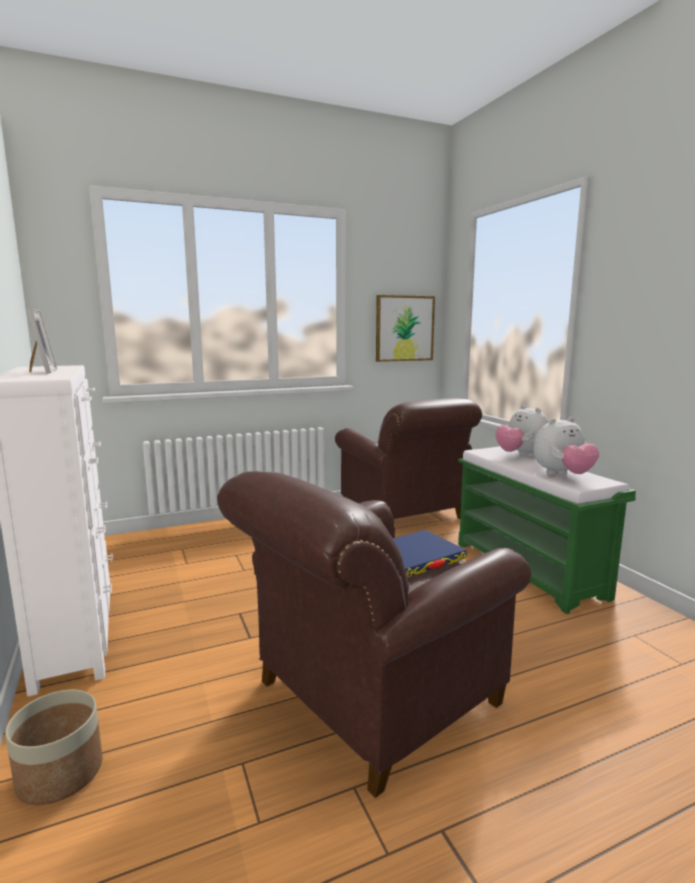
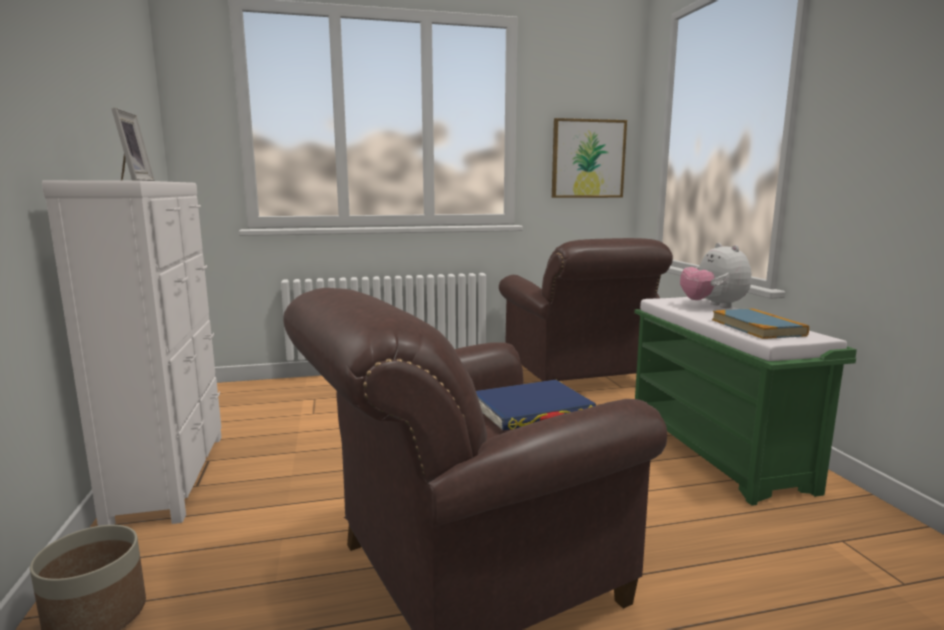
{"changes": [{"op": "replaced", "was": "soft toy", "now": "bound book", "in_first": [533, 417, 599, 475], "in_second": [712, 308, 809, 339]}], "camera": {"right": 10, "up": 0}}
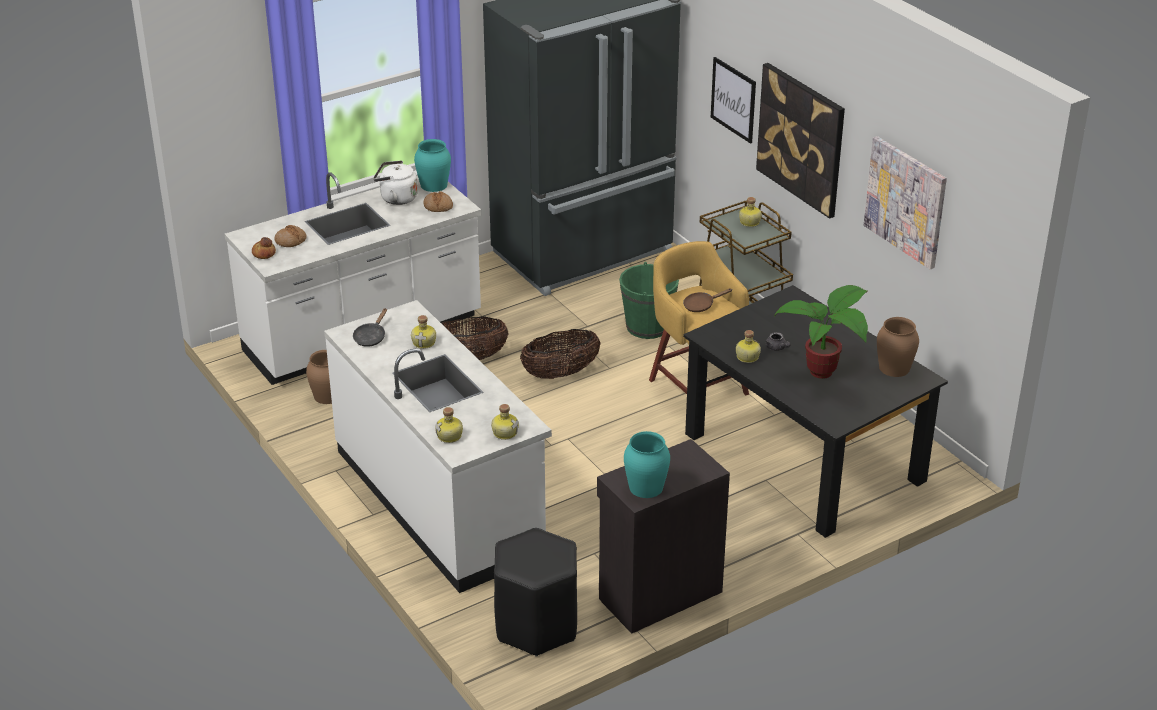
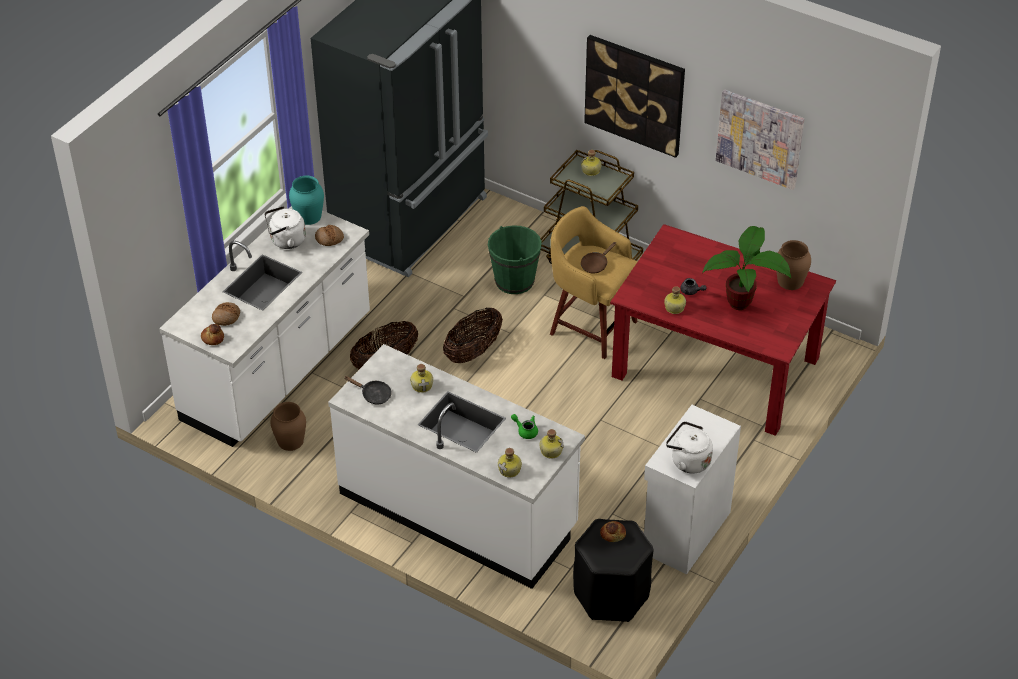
{"changes": [{"op": "turned", "was": "black-coloured skillet", "in_first": [353, 308, 387, 347], "in_second": [345, 376, 392, 404], "clockwise": -60}, {"op": "recoloured", "was": "black-coloured cupboard", "now": "white-coloured cupboard", "in_first": [597, 439, 730, 634], "in_second": [641, 405, 741, 574]}, {"op": "replaced", "was": "turquoise-coloured vase", "now": "white-coloured water kettle", "in_first": [624, 431, 670, 498], "in_second": [666, 421, 713, 474]}, {"op": "recoloured", "was": "black-coloured dinner table", "now": "reddish dinner table", "in_first": [683, 285, 948, 538], "in_second": [610, 224, 836, 436]}, {"op": "removed", "was": "wall art", "in_first": [711, 57, 756, 144]}, {"op": "added", "now": "greenish teapot", "in_second": [511, 414, 538, 439]}, {"op": "added", "now": "bread", "in_second": [600, 521, 626, 542]}], "camera": {"right": -25, "up": 10}}
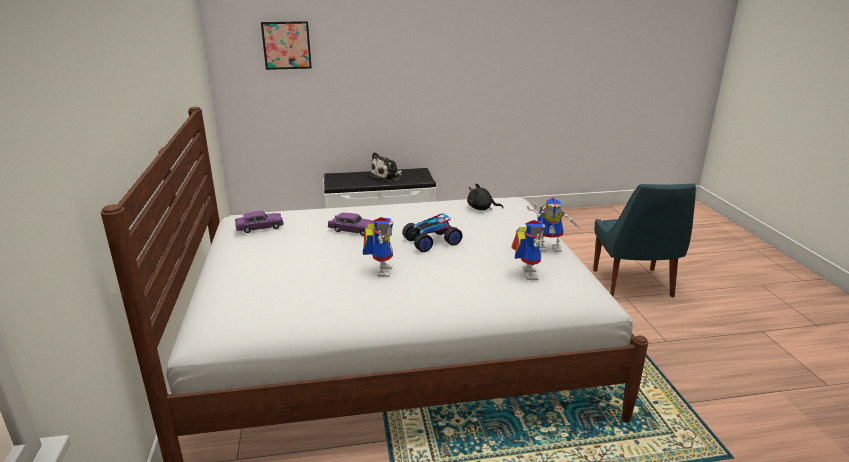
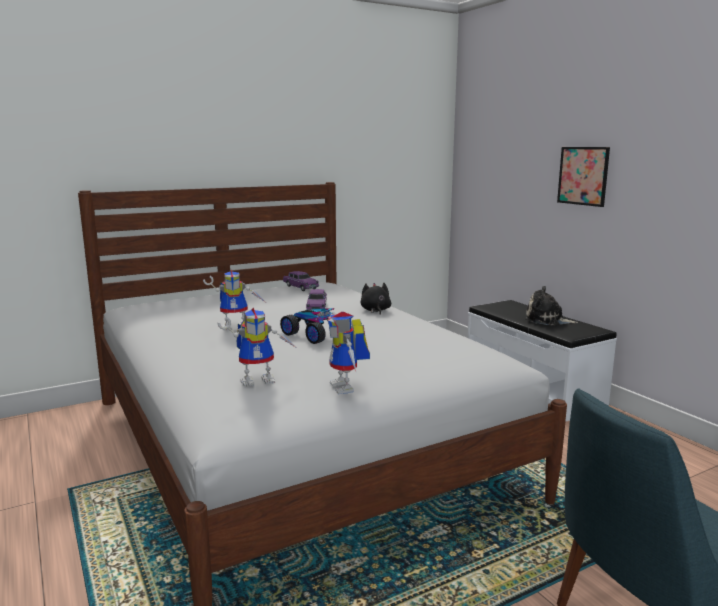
{"changes": [{"op": "moved", "was": "wall art", "in_first": [261, 21, 312, 70], "in_second": [557, 147, 610, 207]}, {"op": "moved", "was": "black-coloured soft toy", "in_first": [467, 183, 504, 210], "in_second": [360, 283, 391, 315]}], "camera": {"right": 70, "up": -10}}
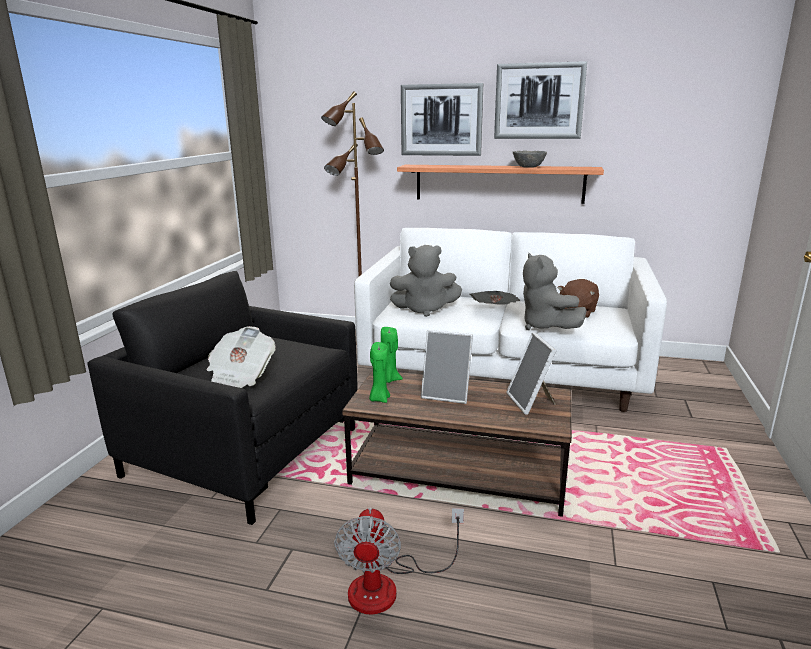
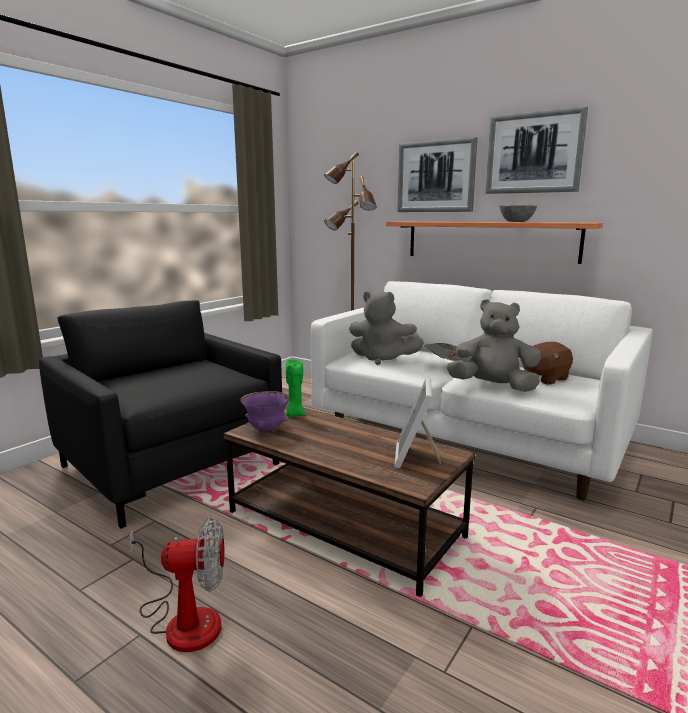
{"changes": [{"op": "removed", "was": "newspaper", "in_first": [207, 326, 276, 388]}, {"op": "turned", "was": "cooling fan", "in_first": [334, 508, 464, 615], "in_second": [129, 518, 225, 652], "clockwise": -120}, {"op": "replaced", "was": "greenish wax candle", "now": "purple bowl", "in_first": [369, 342, 390, 403], "in_second": [240, 391, 290, 431]}, {"op": "removed", "was": "picture frame", "in_first": [421, 330, 473, 404]}, {"op": "turned", "was": "greyish soft toy", "in_first": [523, 253, 587, 330], "in_second": [447, 299, 541, 392], "clockwise": 105}], "camera": {"right": 20, "up": -5}}
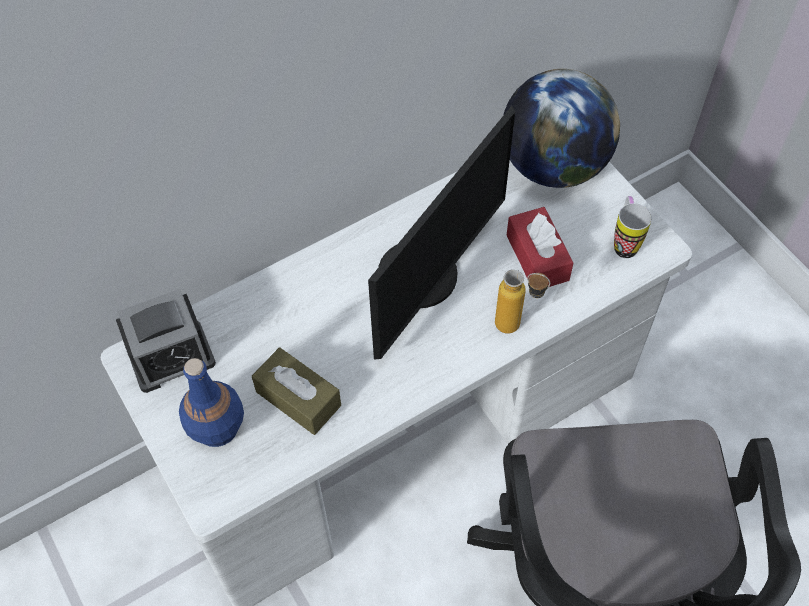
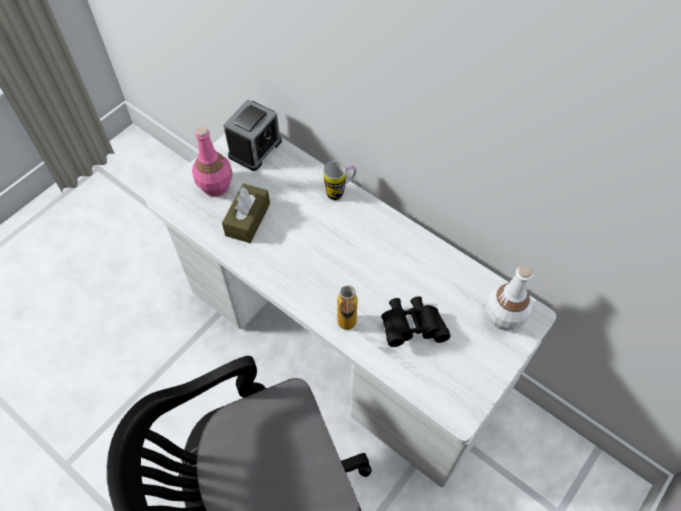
{"changes": [{"op": "turned", "was": "bedside clock", "in_first": [116, 289, 216, 393], "in_second": [223, 99, 282, 171], "clockwise": -105}, {"op": "recoloured", "was": "bluish bottle", "now": "pinkish bottle", "in_first": [179, 358, 244, 447], "in_second": [192, 127, 233, 197]}, {"op": "removed", "was": "monitor", "in_first": [368, 106, 515, 360]}, {"op": "replaced", "was": "desk globe", "now": "white-coloured bottle", "in_first": [504, 69, 620, 188], "in_second": [486, 265, 533, 330]}, {"op": "replaced", "was": "reddish tissue box", "now": "black-coloured field glasses", "in_first": [507, 207, 573, 287], "in_second": [381, 296, 450, 347]}, {"op": "moved", "was": "tea mug", "in_first": [614, 196, 652, 258], "in_second": [323, 161, 356, 200]}], "camera": {"right": 70, "up": 0}}
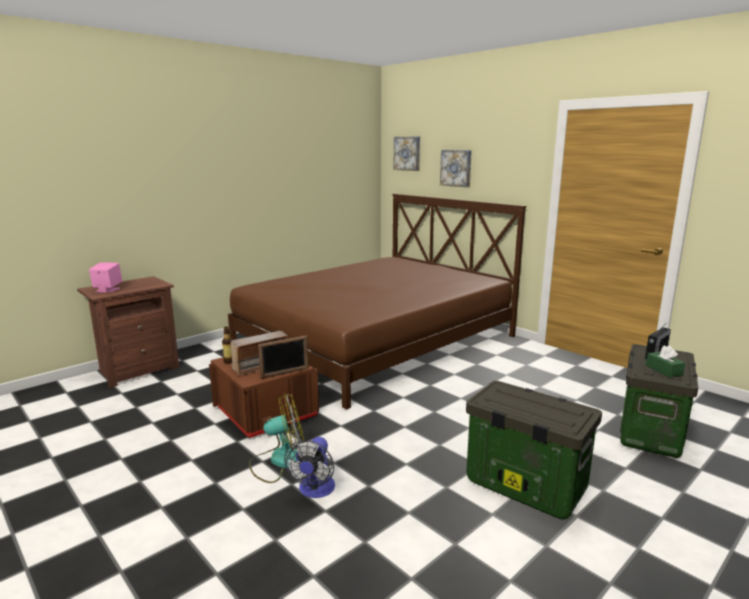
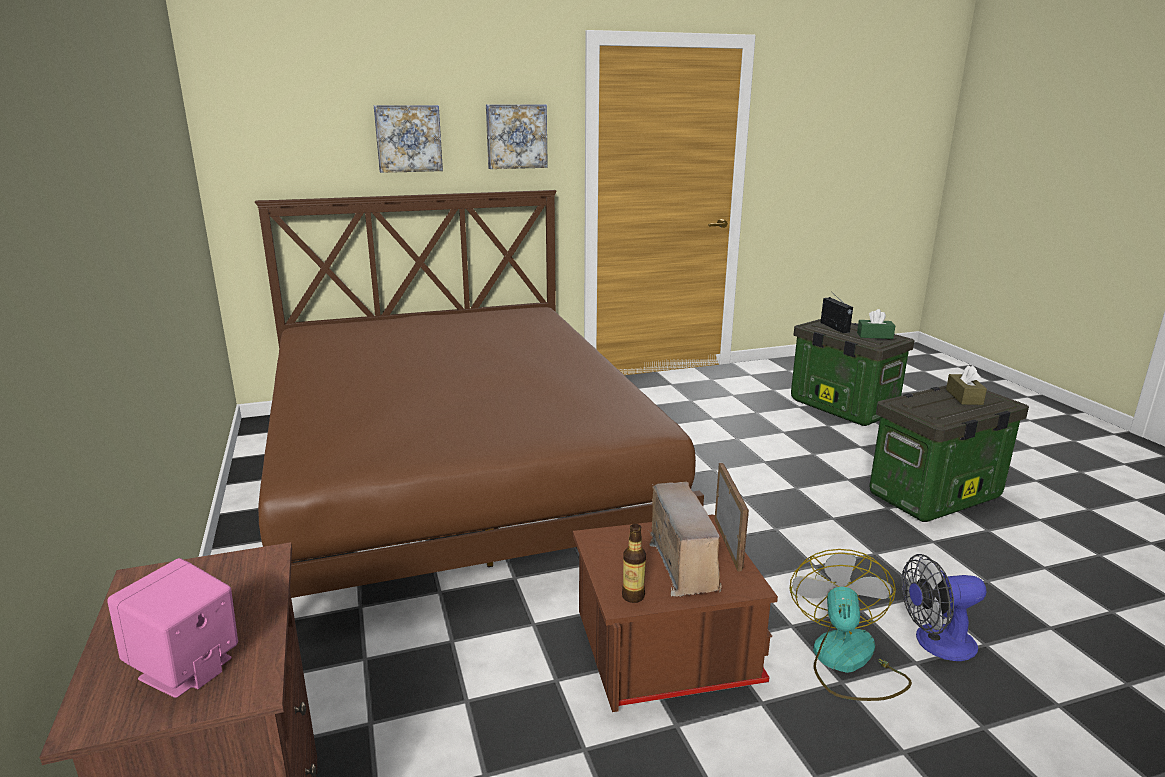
{"changes": [{"op": "turned", "was": "cooling fan", "in_first": [284, 437, 335, 498], "in_second": [901, 554, 986, 661], "clockwise": 135}, {"op": "moved", "was": "wall art", "in_first": [394, 136, 420, 171], "in_second": [486, 104, 548, 169]}, {"op": "added", "now": "brown tissue box", "in_second": [946, 365, 987, 405]}], "camera": {"right": -65, "up": 5}}
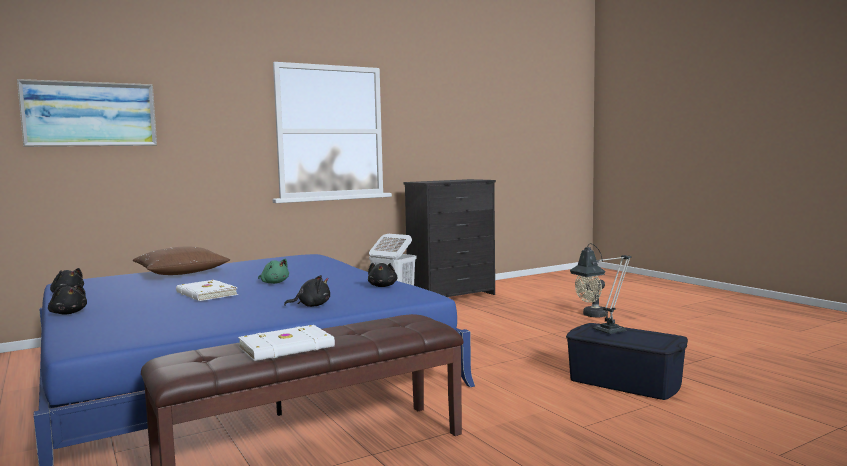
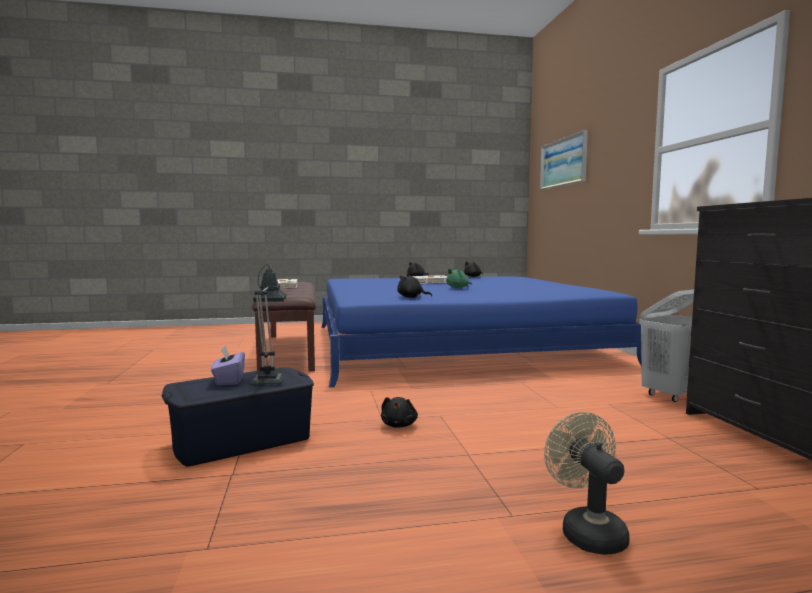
{"changes": [{"op": "removed", "was": "brown throw pillow", "in_first": [133, 246, 230, 275]}, {"op": "moved", "was": "black-coloured soft toy", "in_first": [284, 275, 330, 307], "in_second": [381, 397, 418, 428]}, {"op": "added", "now": "purple tissue box", "in_second": [211, 345, 245, 385]}], "camera": {"right": 110, "up": 0}}
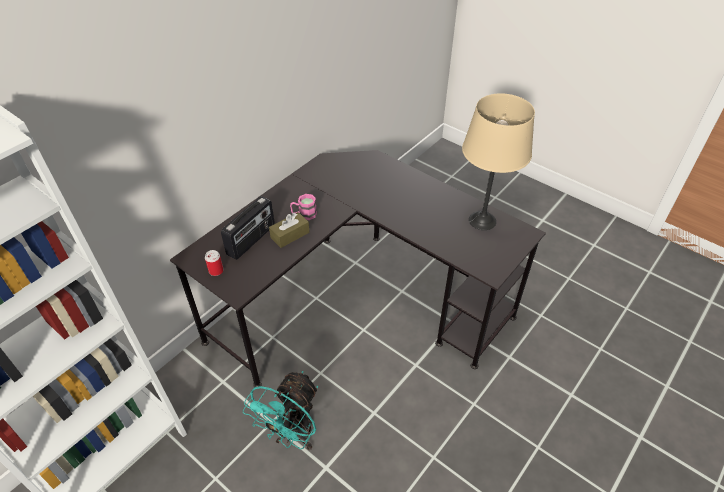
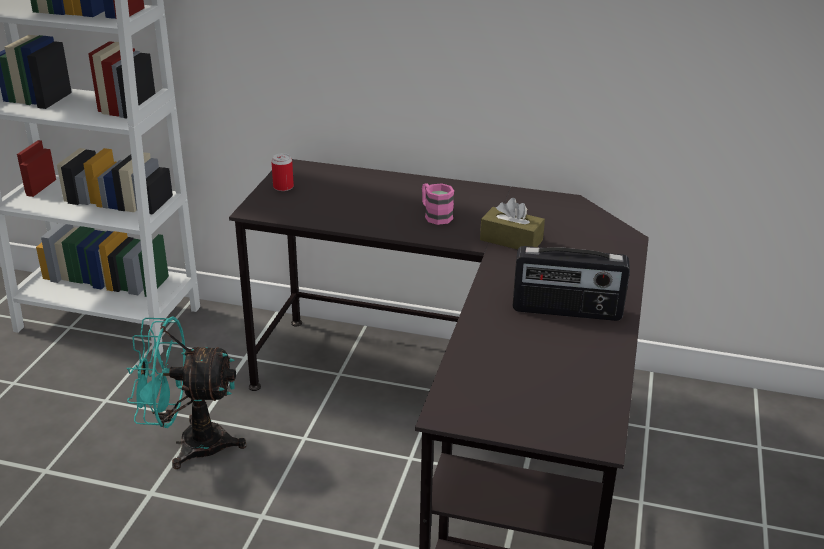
{"changes": [{"op": "moved", "was": "radio set", "in_first": [221, 196, 275, 260], "in_second": [513, 246, 630, 321]}, {"op": "moved", "was": "brown tissue box", "in_first": [269, 212, 310, 248], "in_second": [480, 198, 545, 250]}, {"op": "removed", "was": "beige-coloured lamp for a table", "in_first": [462, 93, 535, 230]}], "camera": {"right": 65, "up": -15}}
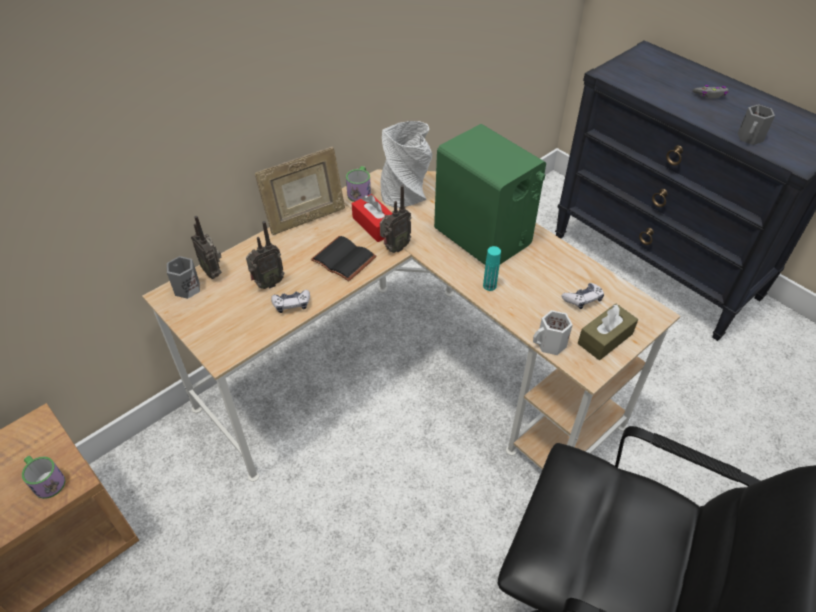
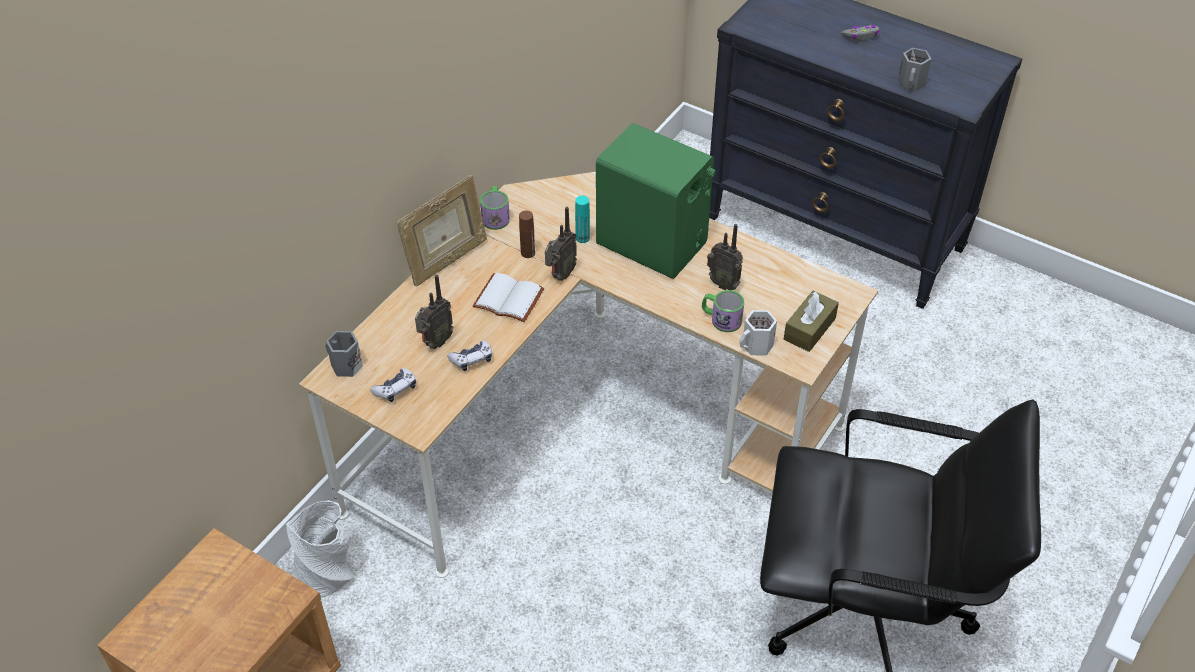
{"changes": [{"op": "moved", "was": "tea mug", "in_first": [22, 456, 65, 499], "in_second": [702, 290, 744, 332]}, {"op": "moved", "was": "radio set", "in_first": [191, 216, 222, 279], "in_second": [707, 224, 743, 290]}, {"op": "recoloured", "was": "black-coloured bound book", "now": "white-coloured bound book", "in_first": [311, 236, 377, 282], "in_second": [473, 273, 544, 322]}, {"op": "replaced", "was": "reddish tissue box", "now": "brown bottle", "in_first": [352, 194, 393, 242], "in_second": [519, 211, 535, 258]}, {"op": "moved", "was": "greyish vase", "in_first": [381, 121, 432, 208], "in_second": [286, 500, 355, 598]}, {"op": "moved", "was": "turquoise-coloured bottle", "in_first": [483, 246, 501, 291], "in_second": [575, 196, 590, 243]}, {"op": "moved", "was": "gamepad", "in_first": [561, 283, 604, 309], "in_second": [370, 368, 416, 402]}], "camera": {"right": -15, "up": 0}}
